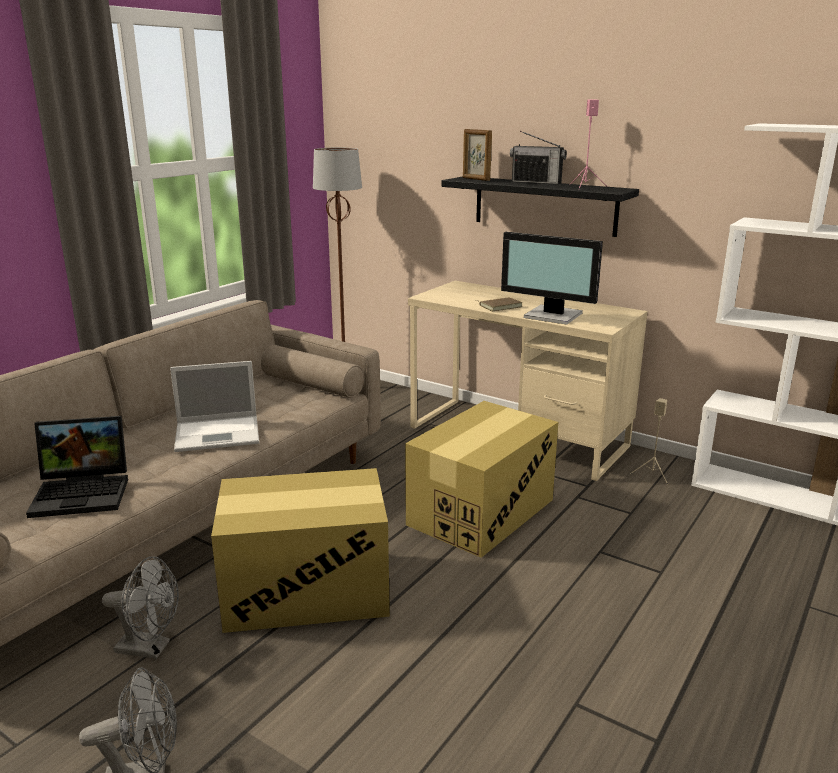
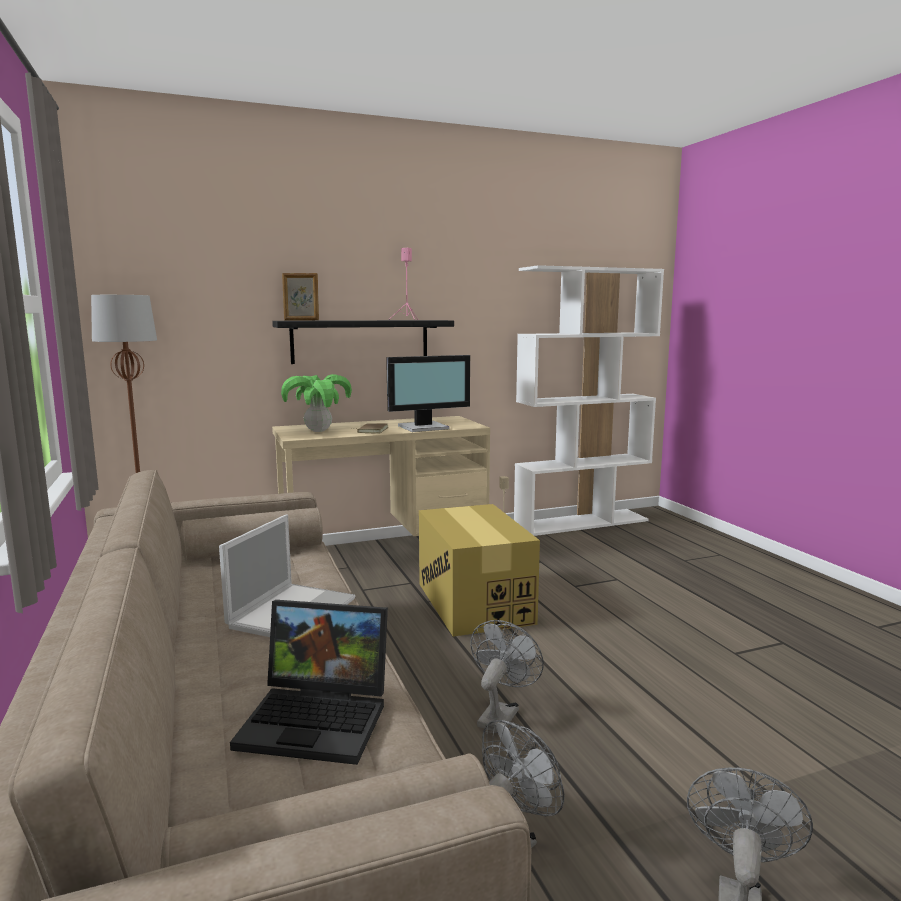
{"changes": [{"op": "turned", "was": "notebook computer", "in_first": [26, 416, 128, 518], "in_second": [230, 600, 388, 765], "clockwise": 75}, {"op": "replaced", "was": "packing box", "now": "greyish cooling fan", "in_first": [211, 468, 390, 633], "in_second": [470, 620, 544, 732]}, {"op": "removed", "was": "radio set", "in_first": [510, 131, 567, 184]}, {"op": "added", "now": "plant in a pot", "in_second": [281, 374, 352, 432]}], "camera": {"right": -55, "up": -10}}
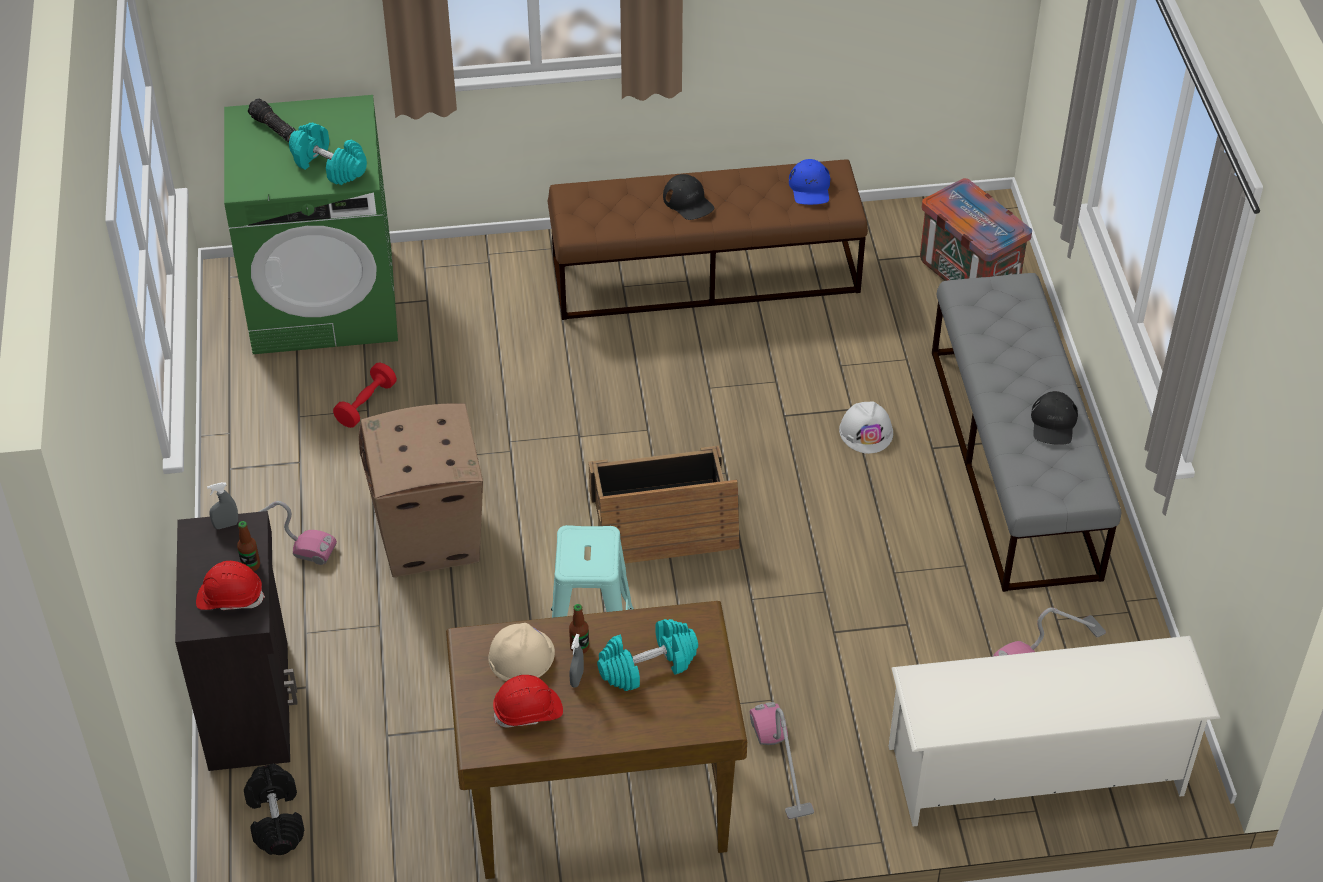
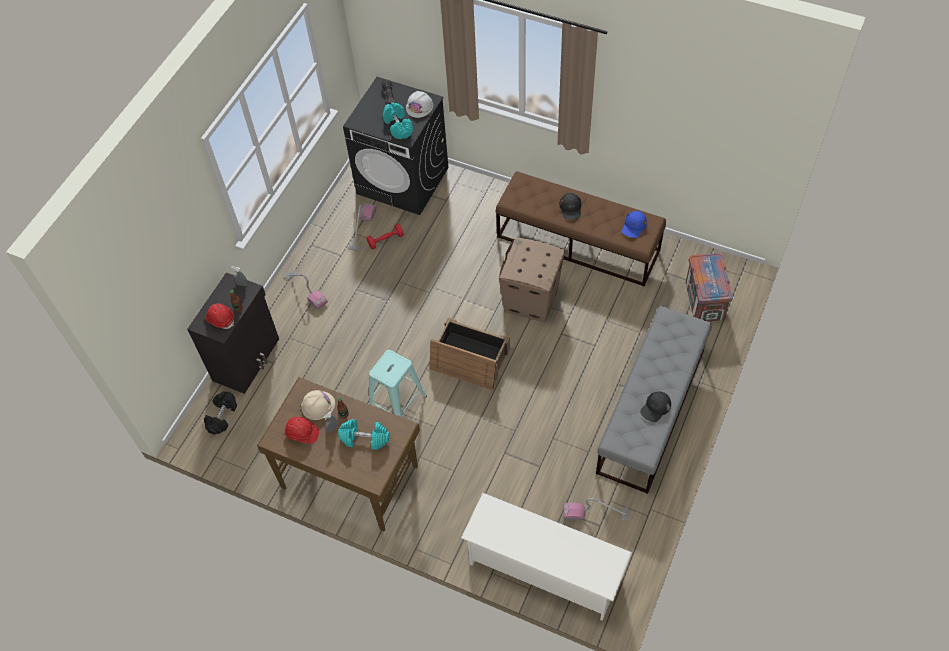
{"changes": [{"op": "recoloured", "was": "greenish laundry appliance", "now": "black-coloured laundry appliance", "in_first": [224, 95, 398, 354], "in_second": [343, 77, 448, 215]}, {"op": "moved", "was": "packing box", "in_first": [359, 403, 483, 577], "in_second": [499, 237, 565, 322]}, {"op": "moved", "was": "vacuum", "in_first": [750, 702, 814, 819], "in_second": [348, 203, 376, 251]}, {"op": "moved", "was": "white-coloured safety helmet", "in_first": [839, 401, 893, 454], "in_second": [406, 91, 433, 118]}], "camera": {"right": 35, "up": 10}}
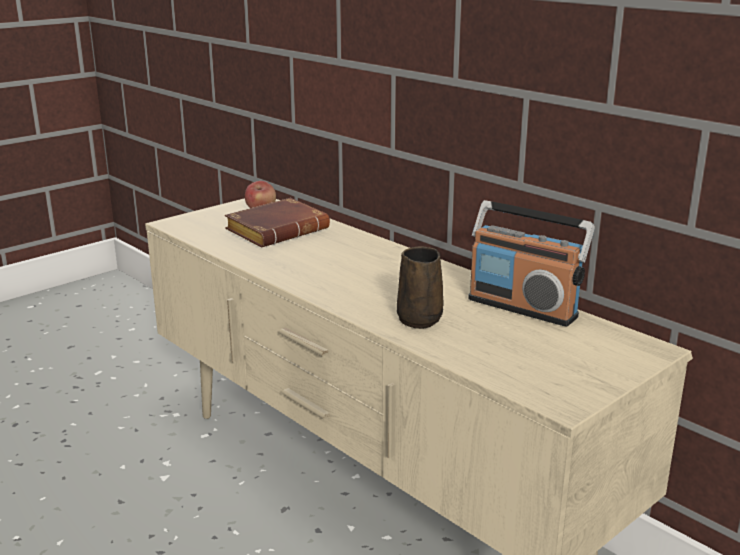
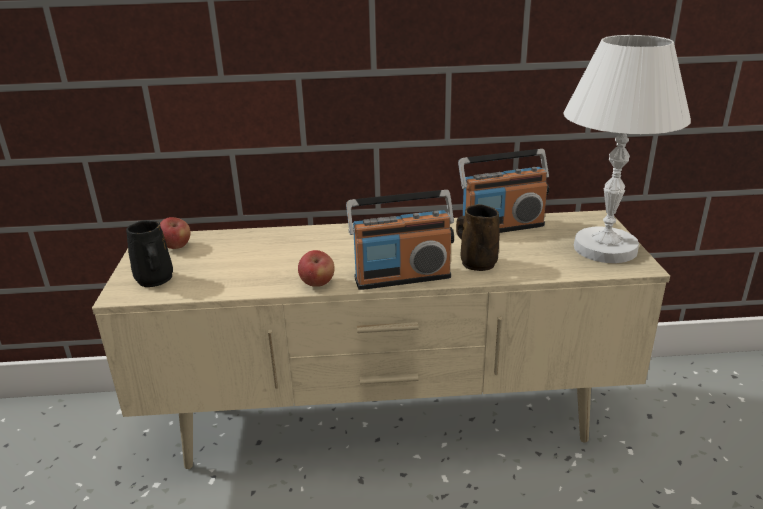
{"changes": [{"op": "removed", "was": "brown bound book", "in_first": [225, 198, 330, 247]}, {"op": "added", "now": "black-coloured tea mug", "in_second": [126, 220, 173, 287]}, {"op": "added", "now": "apple fruit", "in_second": [298, 250, 335, 287]}, {"op": "added", "now": "radio set", "in_second": [346, 190, 454, 290]}, {"op": "added", "now": "white-coloured lamp for a table", "in_second": [563, 35, 691, 263]}], "camera": {"right": -50, "up": 5}}
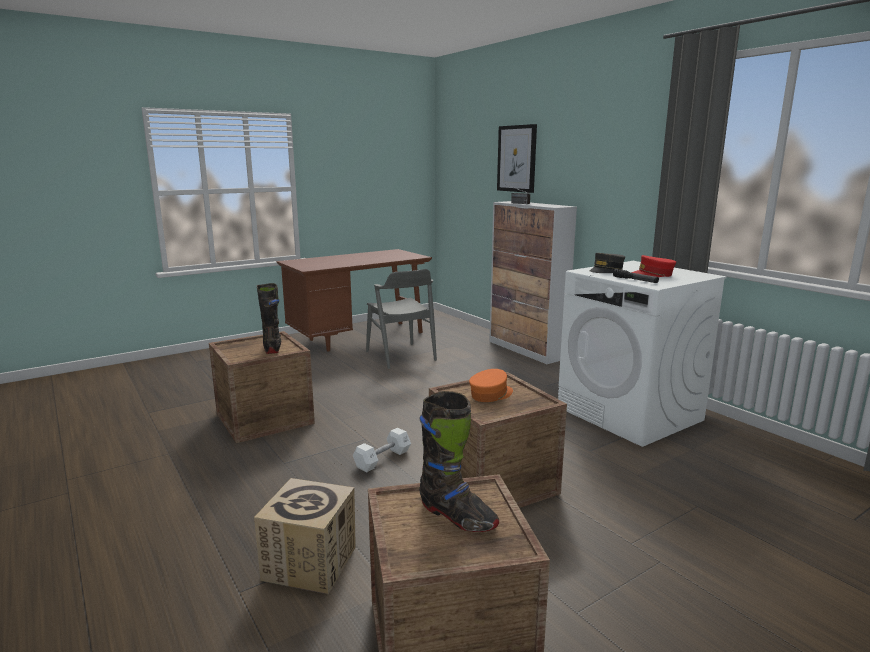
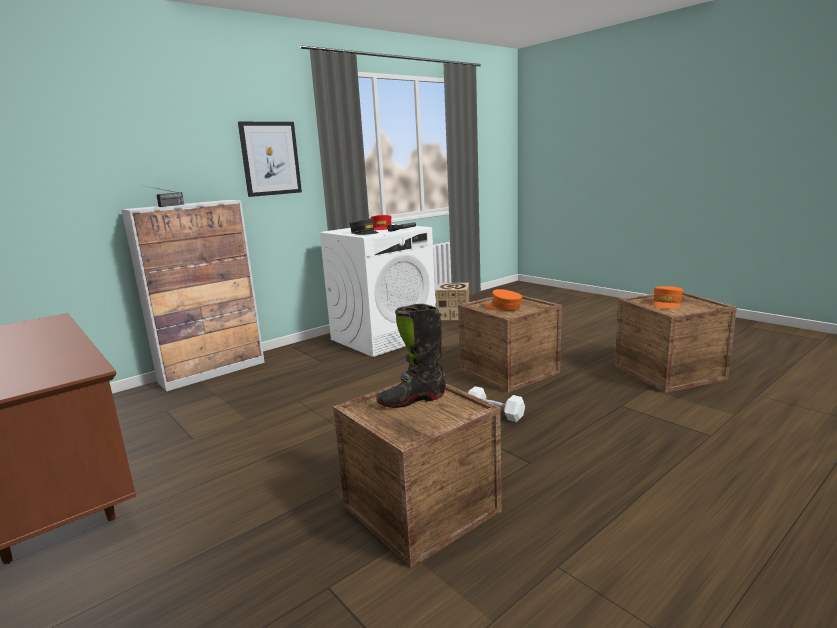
{"changes": [{"op": "moved", "was": "packing box", "in_first": [254, 478, 356, 594], "in_second": [436, 283, 469, 320]}, {"op": "removed", "was": "greyish plain chair", "in_first": [366, 269, 437, 369]}, {"op": "replaced", "was": "black-coloured boot", "now": "orange cap", "in_first": [419, 391, 499, 532], "in_second": [652, 286, 684, 308]}, {"op": "moved", "was": "wall art", "in_first": [497, 124, 537, 193], "in_second": [238, 122, 302, 197]}], "camera": {"right": -95, "up": 0}}
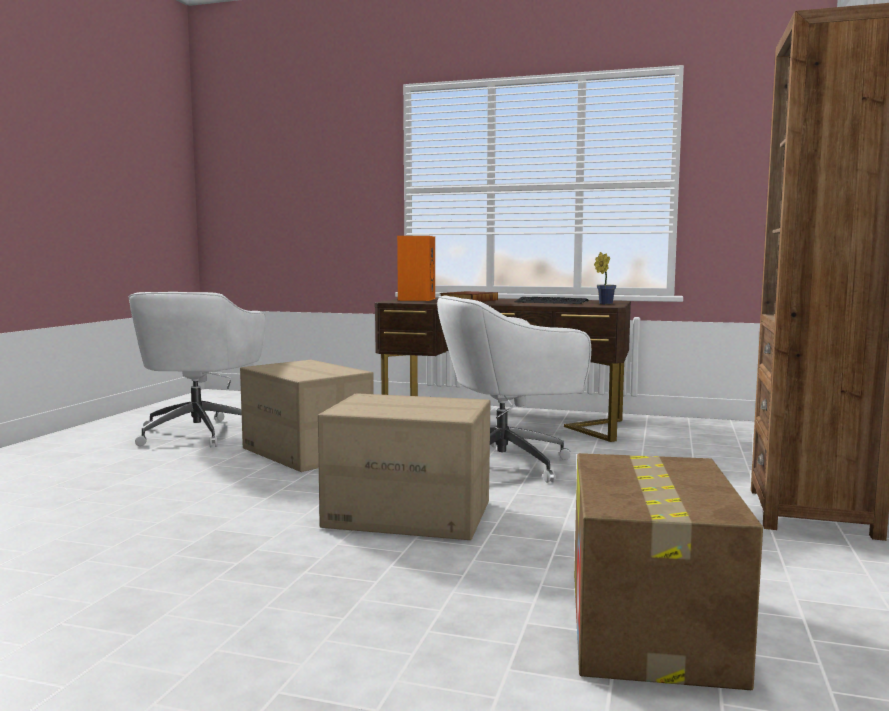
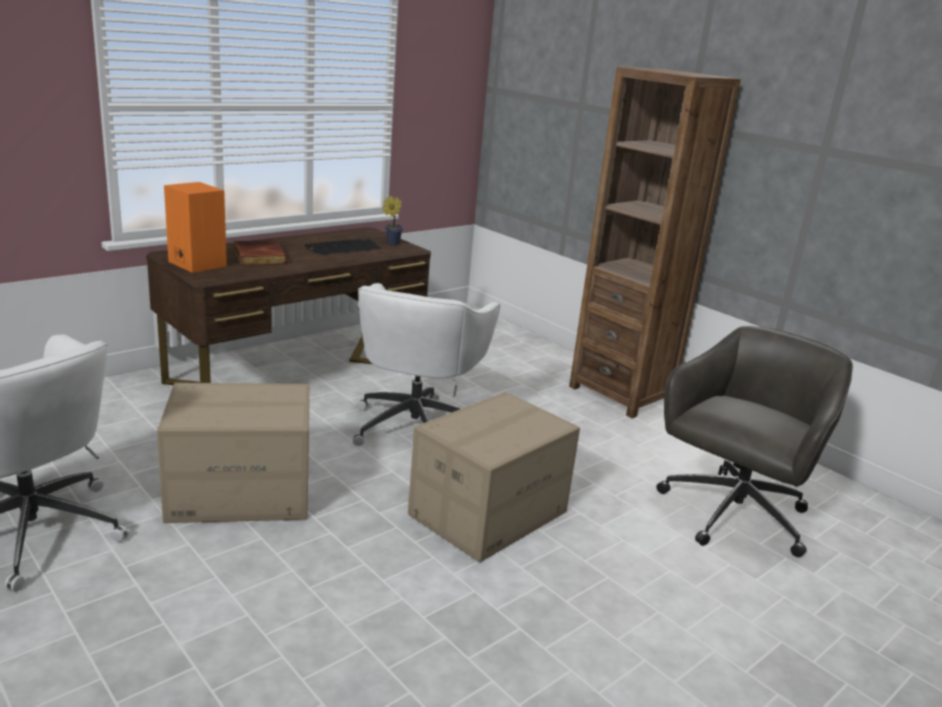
{"changes": [{"op": "replaced", "was": "packing box", "now": "greyish computer chair", "in_first": [574, 453, 763, 690], "in_second": [656, 326, 853, 557]}], "camera": {"right": -60, "up": 15}}
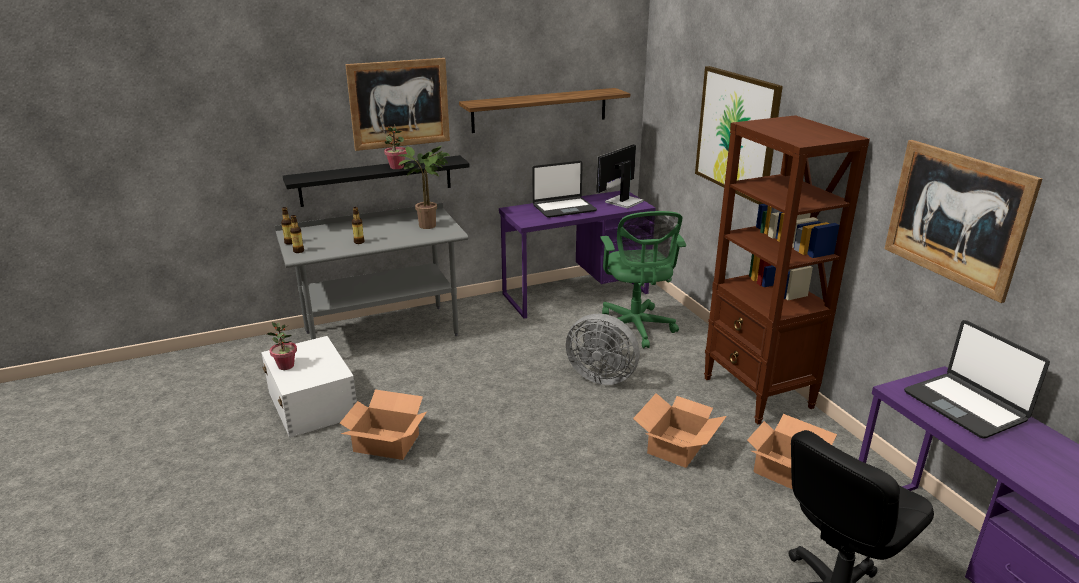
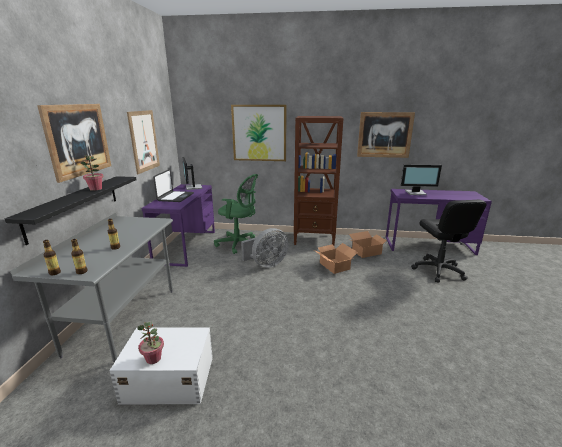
{"changes": [{"op": "removed", "was": "packing box", "in_first": [340, 390, 427, 460]}, {"op": "removed", "was": "plant in a pot", "in_first": [398, 146, 450, 229]}, {"op": "replaced", "was": "wall shelf", "now": "wall art", "in_first": [459, 88, 630, 133], "in_second": [127, 110, 160, 174]}, {"op": "replaced", "was": "notebook computer", "now": "monitor", "in_first": [904, 320, 1050, 438], "in_second": [401, 164, 442, 195]}], "camera": {"right": -60, "up": -5}}
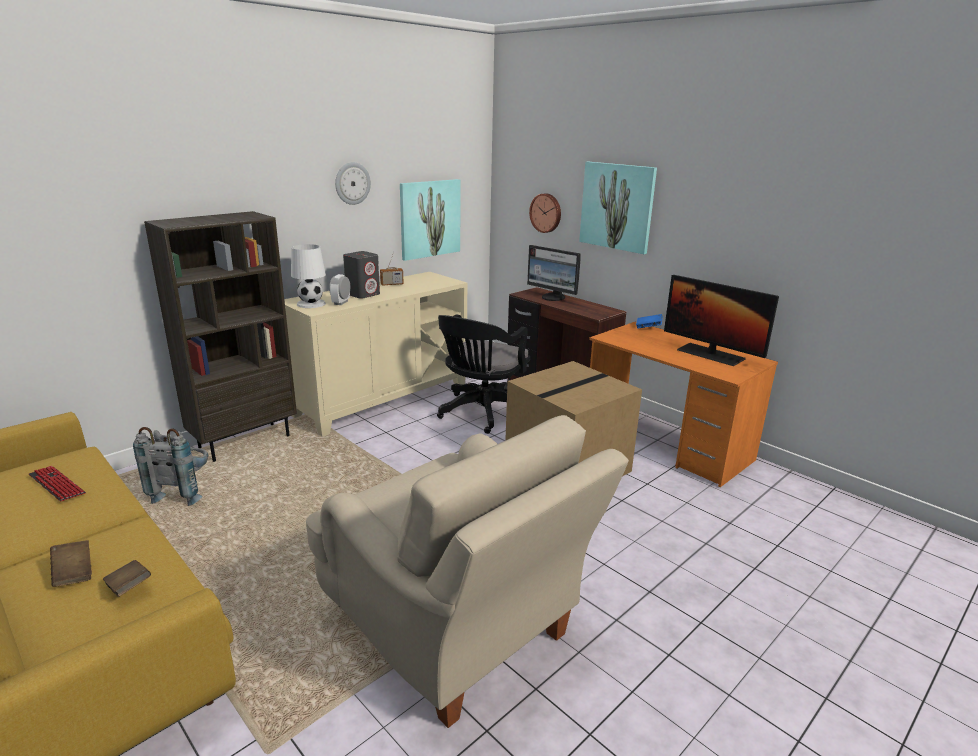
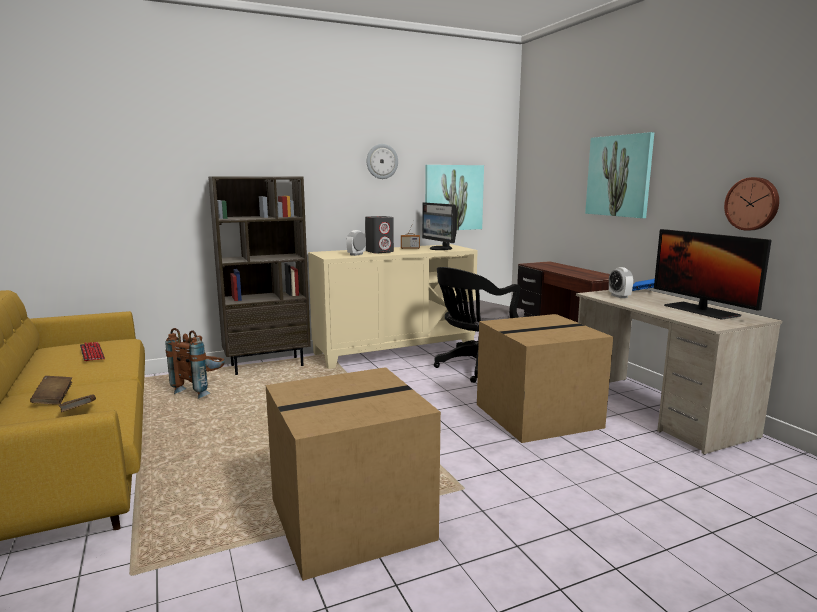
{"changes": [{"op": "recoloured", "was": "greyish knapsack", "now": "brown knapsack", "in_first": [133, 427, 209, 506], "in_second": [165, 328, 225, 399]}, {"op": "removed", "was": "white-coloured lamp for a table", "in_first": [291, 244, 326, 308]}, {"op": "replaced", "was": "beige-coloured lounge chair", "now": "packing box", "in_first": [306, 415, 629, 728], "in_second": [266, 367, 441, 581]}, {"op": "moved", "was": "monitor", "in_first": [527, 245, 581, 301], "in_second": [422, 203, 457, 250]}, {"op": "moved", "was": "wall clock", "in_first": [529, 193, 561, 233], "in_second": [724, 177, 779, 231]}, {"op": "recoloured", "was": "orange desk table", "now": "beige-coloured desk table", "in_first": [589, 322, 778, 487], "in_second": [576, 289, 782, 455]}, {"op": "added", "now": "bedside clock", "in_second": [609, 267, 633, 298]}], "camera": {"right": 20, "up": -10}}
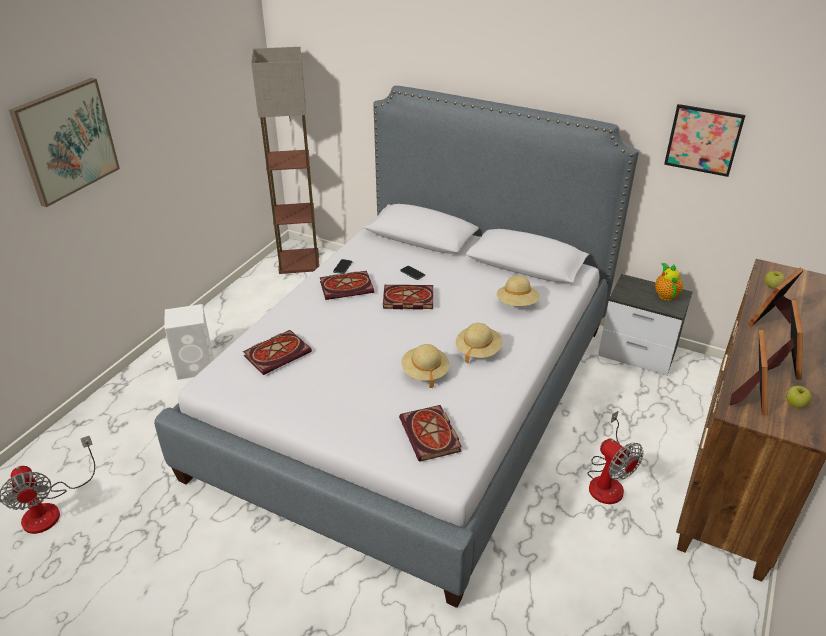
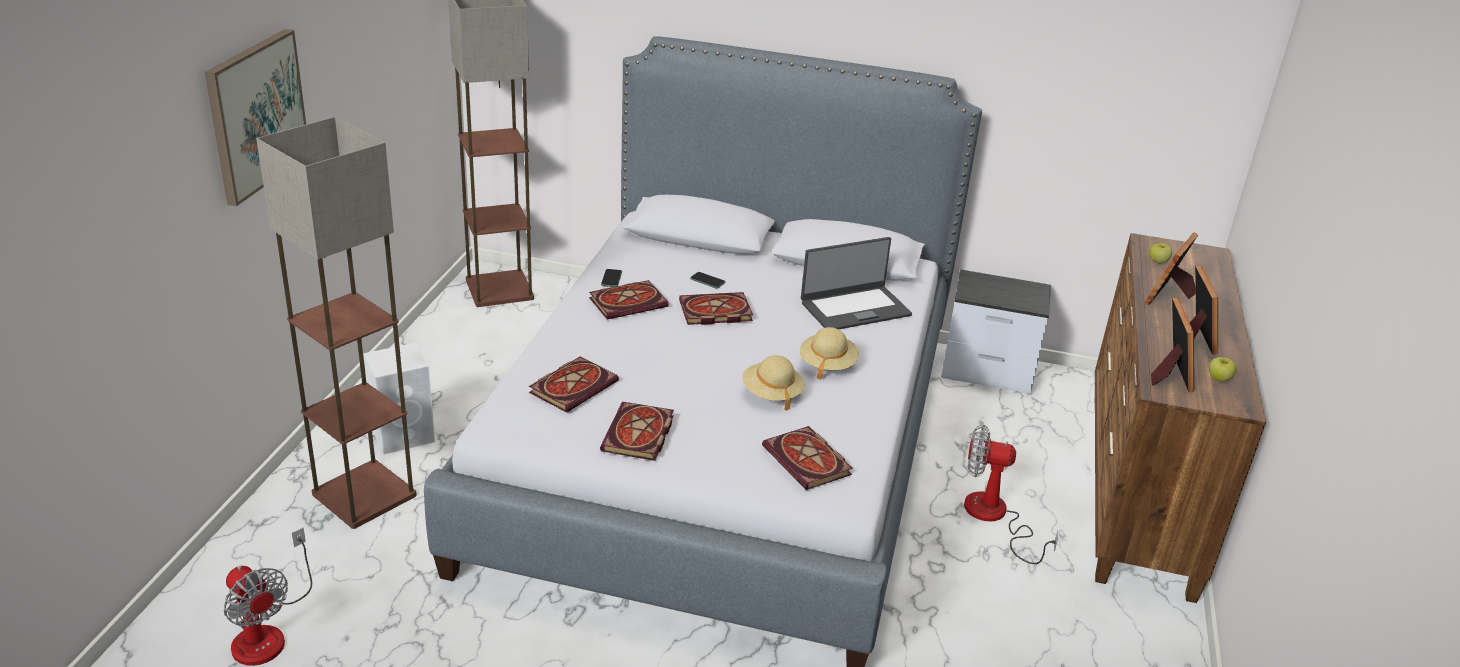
{"changes": [{"op": "replaced", "was": "beige-coloured wearable hat", "now": "notebook computer", "in_first": [497, 276, 540, 306], "in_second": [801, 237, 912, 329]}, {"op": "turned", "was": "cooling fan", "in_first": [587, 411, 643, 504], "in_second": [964, 425, 1058, 564], "clockwise": 150}, {"op": "removed", "was": "teapot", "in_first": [655, 263, 683, 301]}, {"op": "removed", "was": "wall art", "in_first": [664, 104, 746, 177]}, {"op": "added", "now": "standard lamp", "in_second": [256, 117, 417, 529]}, {"op": "added", "now": "bound book", "in_second": [600, 402, 674, 461]}], "camera": {"right": -15, "up": -5}}
